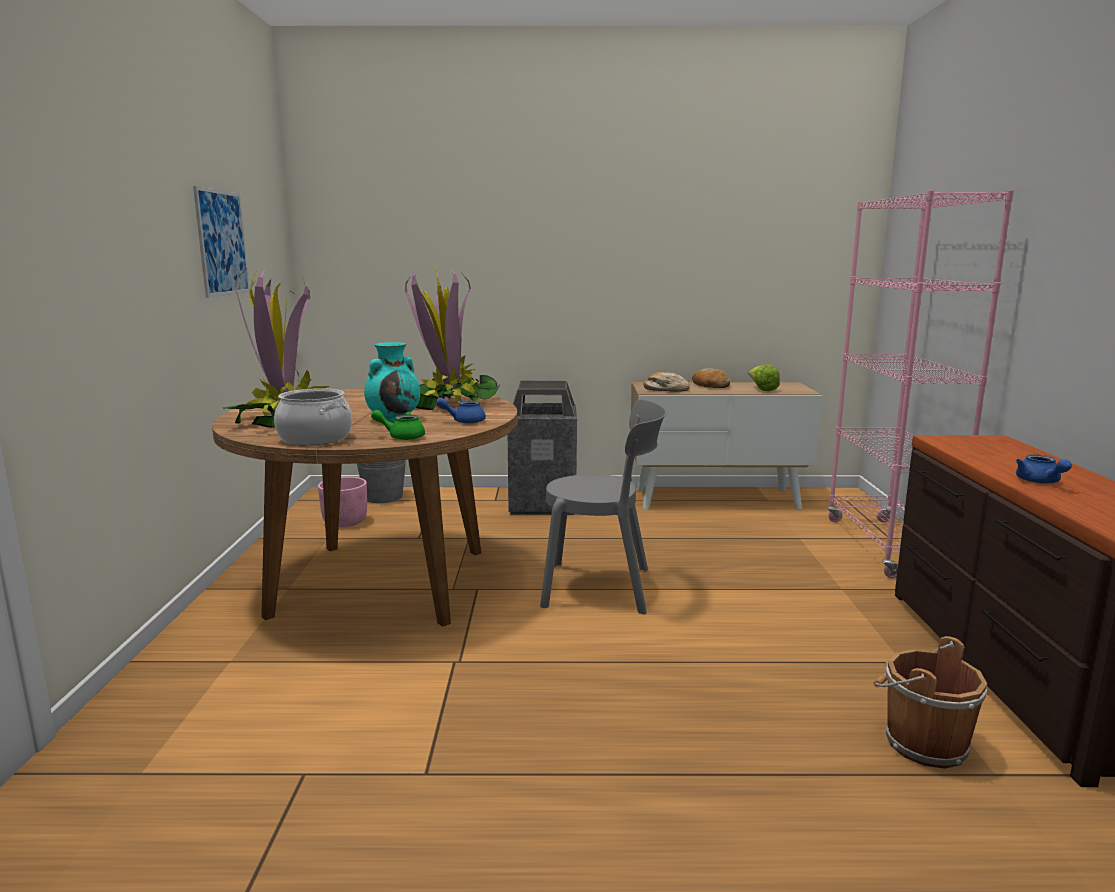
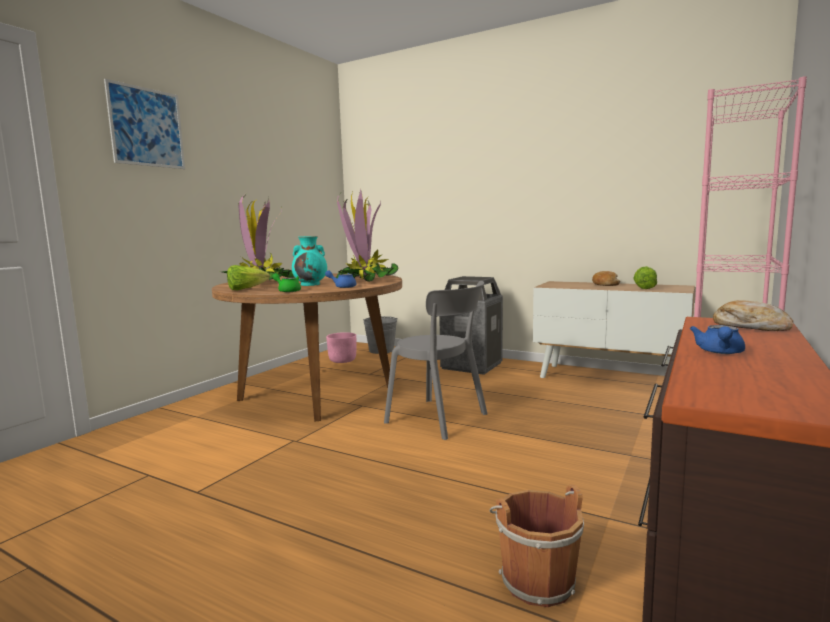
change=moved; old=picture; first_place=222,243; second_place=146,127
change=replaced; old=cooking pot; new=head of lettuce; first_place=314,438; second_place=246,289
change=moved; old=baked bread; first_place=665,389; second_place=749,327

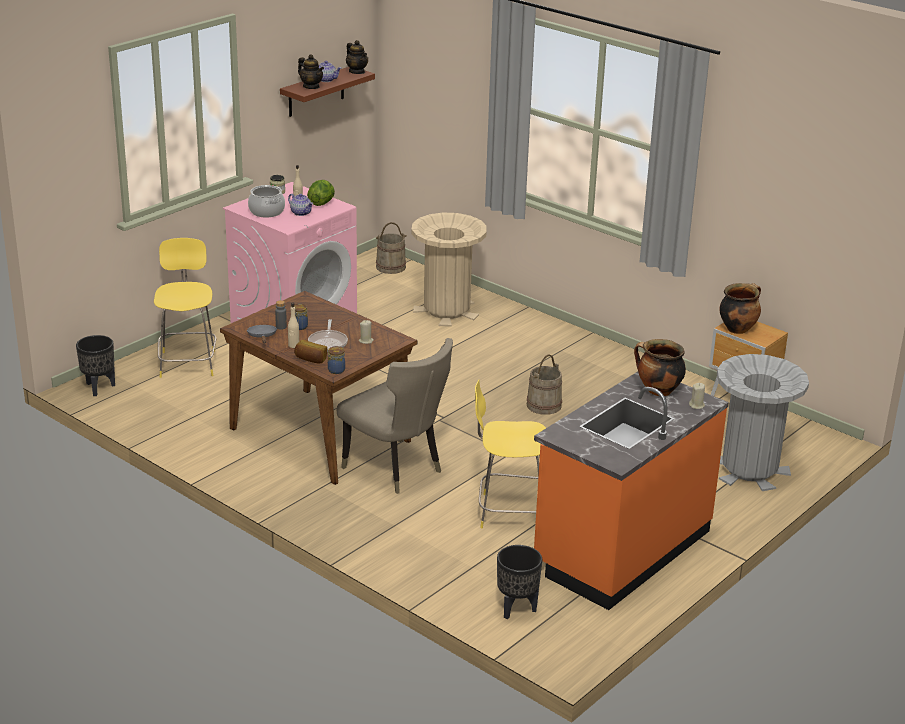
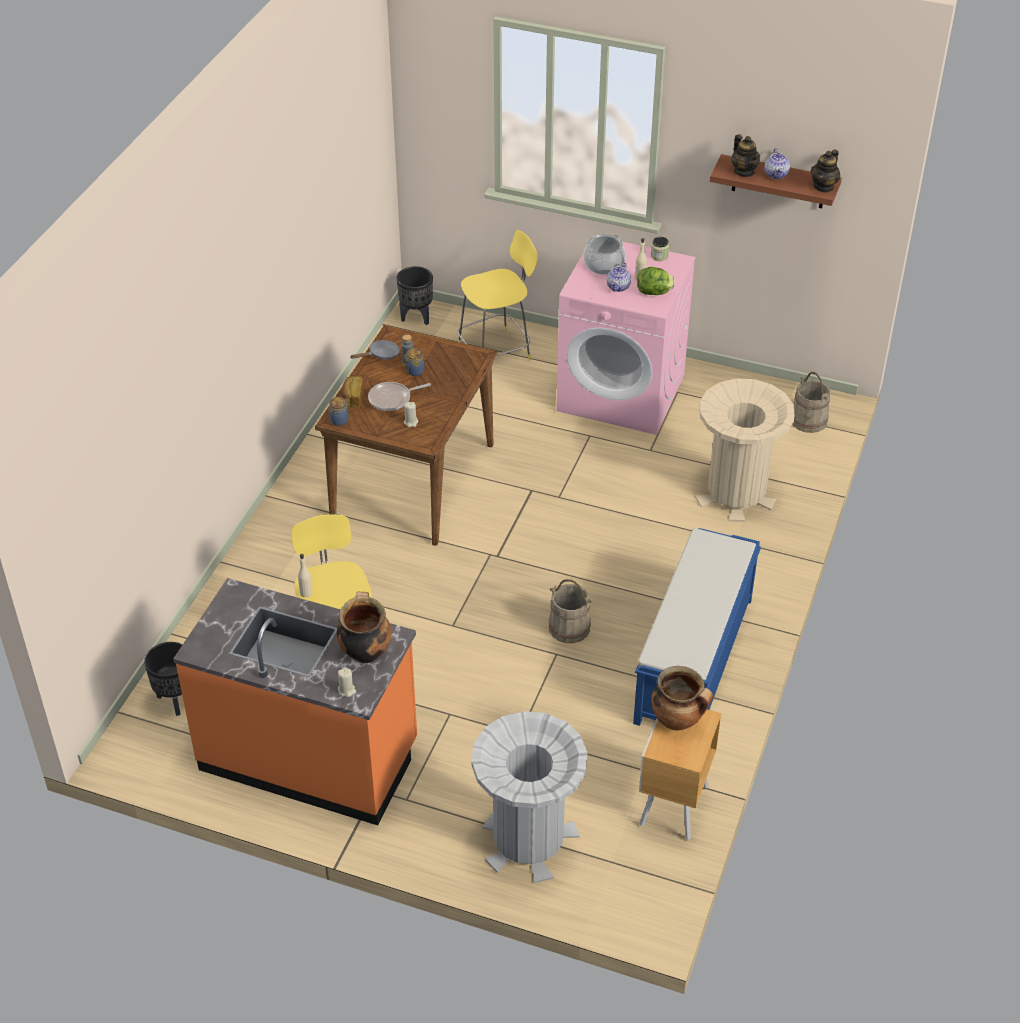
change=moved; old=sand-coloured beverage bottle; first_place=293,345; second_place=306,593
change=added; new=bluish long seat; second_place=693,661
change=turned; old=tea pot; first_place=311,87; second_place=744,171; degrees=-45
change=removed; old=sand-coloured upright chair; first_place=397,469

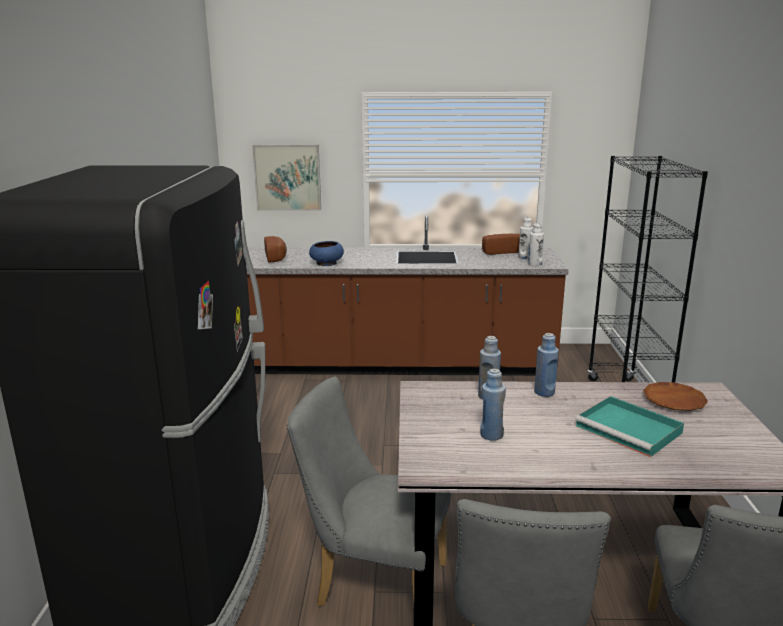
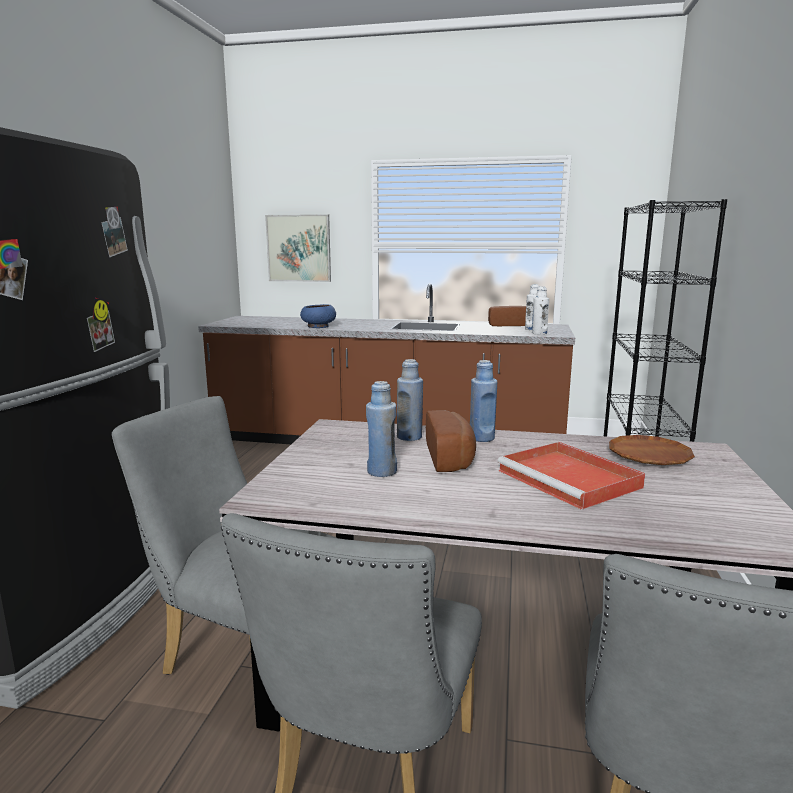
change=moved; old=baked bread; first_place=276,257; second_place=451,457
change=recoloured; old=turquoise serving tray; new=reddish serving tray; first_place=630,430; second_place=571,479

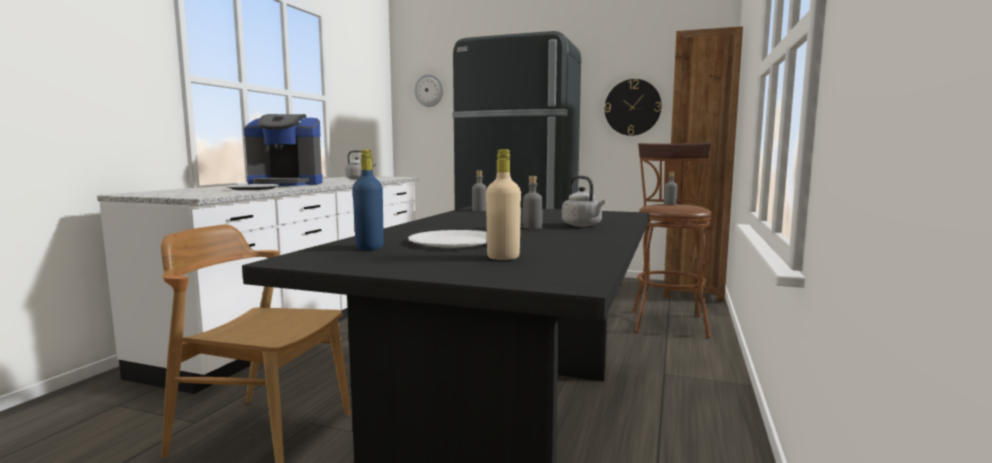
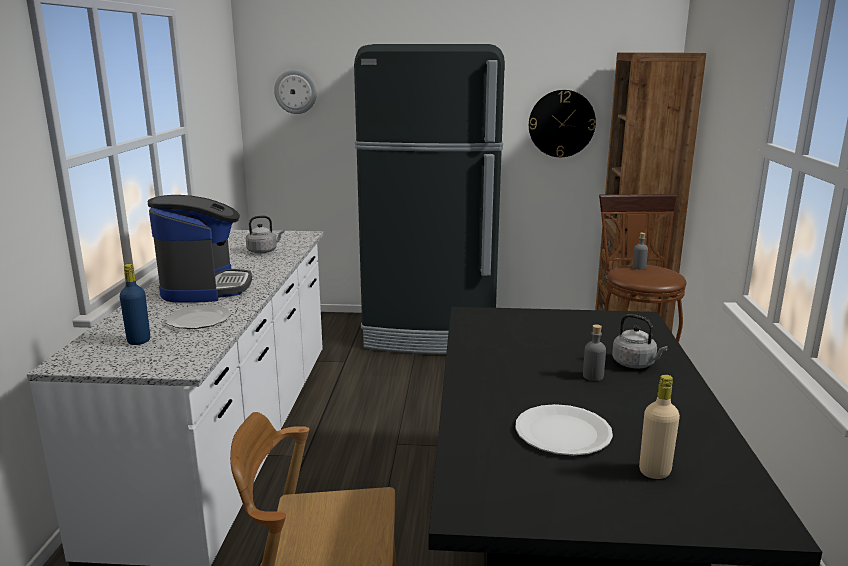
change=moved; old=bluish beverage bottle; first_place=369,248; second_place=139,341
change=turned; old=coffee brewer; first_place=286,184; second_place=205,288; degrees=-75
change=removed; old=gray beverage bottle; first_place=479,210

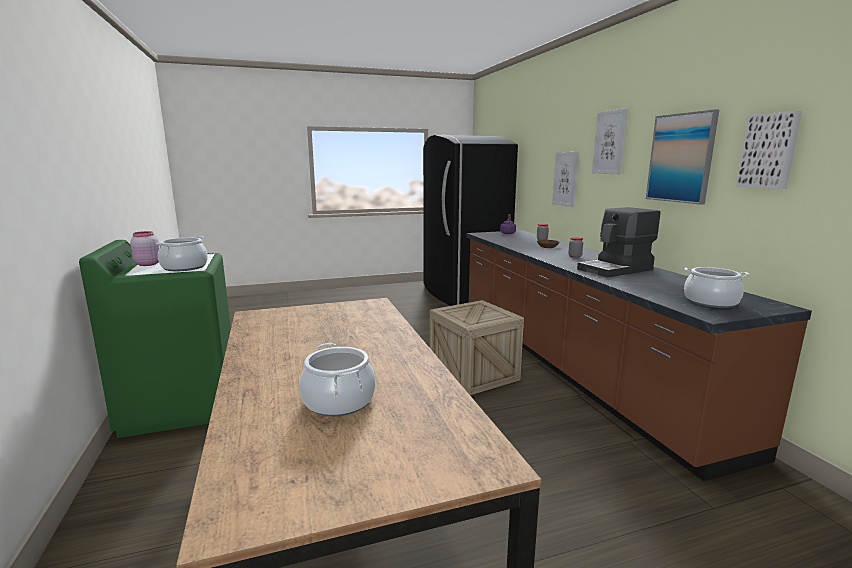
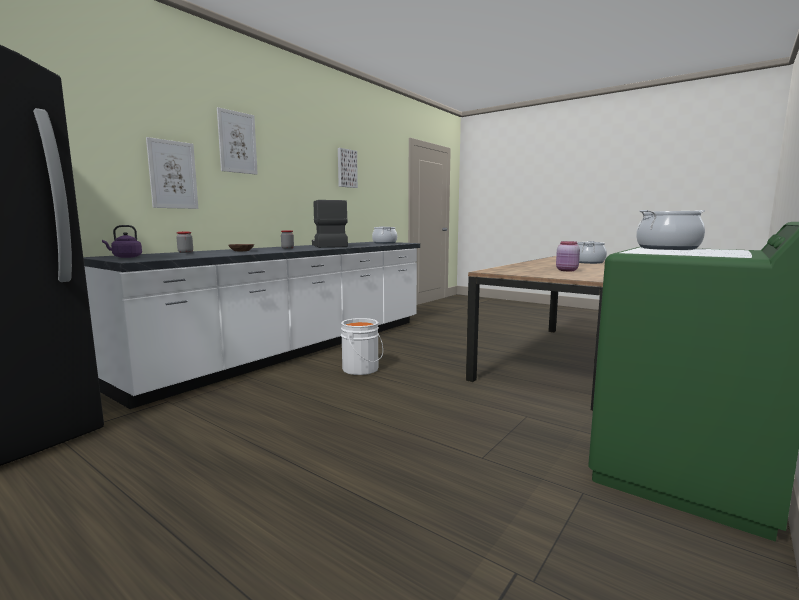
change=recoloured; old=brownish kitchen base unit; new=white kitchen base unit; first_place=570,364; second_place=296,349
change=turned; old=coffee brewer; first_place=616,269; second_place=328,246; degrees=-135
change=replaced; old=shipping crate; new=white pail; first_place=473,374; second_place=362,369
change=moved; old=pinkish preserve jar; first_place=147,264; second_place=567,270
change=removed; old=picture; first_place=681,158

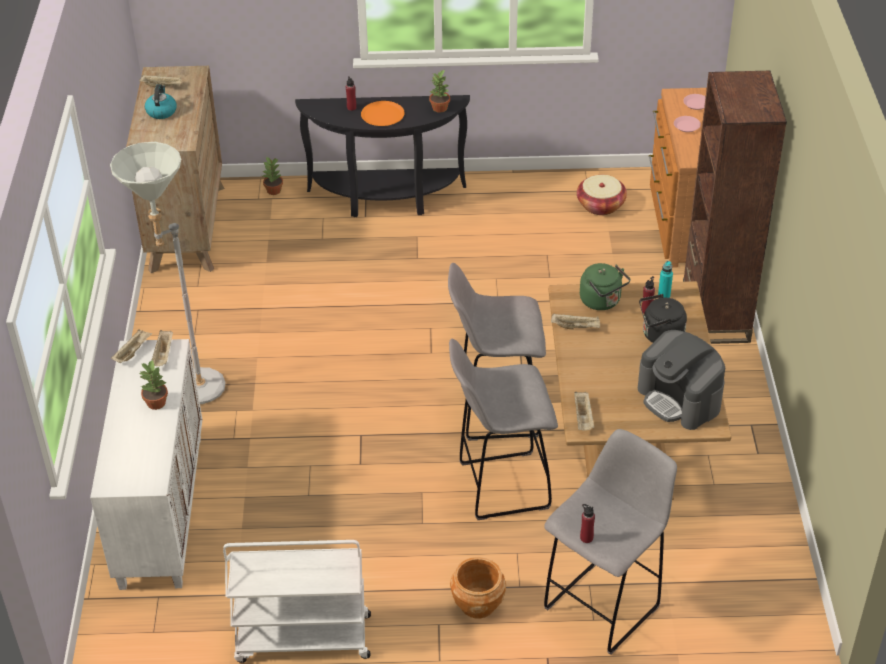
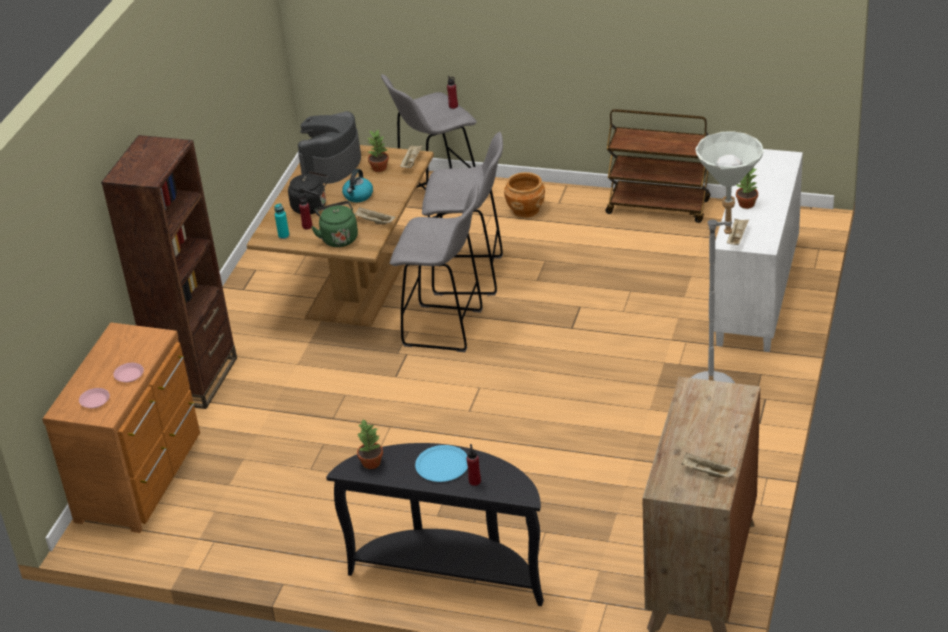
change=turned; old=coffee brewer; first_place=679,399; second_place=331,165; degrees=-135
change=moved; old=kettle; first_place=161,111; second_place=358,196
change=moved; old=plant in a pot; first_place=274,191; second_place=379,167
change=recoloured; old=orangey plate; new=bluish plate; first_place=382,114; second_place=442,465
change=recoloured; old=white cart; new=brownish cart; first_place=302,639; second_place=659,207
change=removed; old=sand-coloured serving tray; first_place=133,352
change=removed; old=basket; first_place=600,205

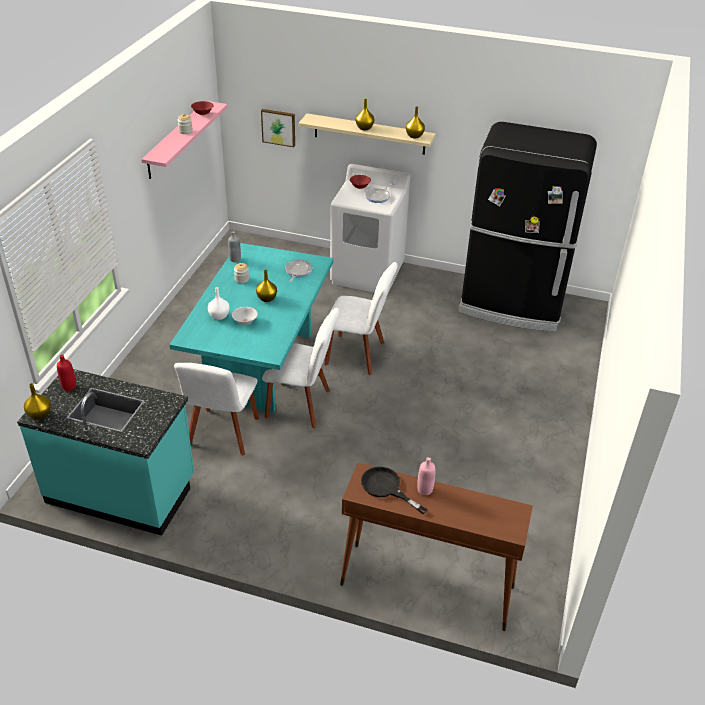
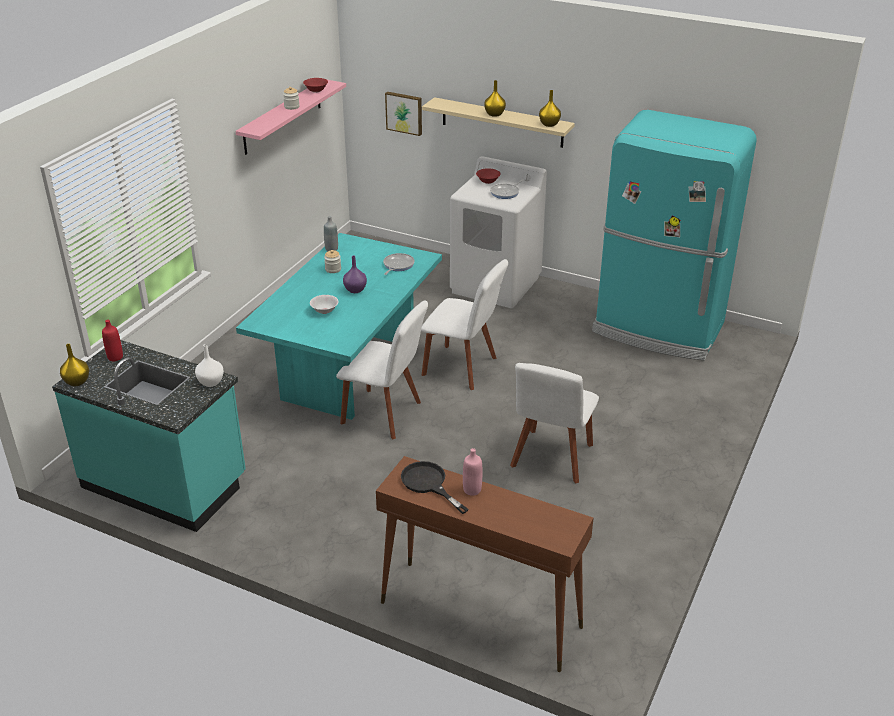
change=moved; old=white decorative vase; first_place=219,316; second_place=211,382
change=recoloured; old=yellowish decorative vase; new=purple decorative vase; first_place=267,298; second_place=355,290
change=moved; old=white upright chair; first_place=222,434; second_place=551,458
change=recoloured; old=black-coloured kitchen fridge; new=turquoise kitchen fridge; first_place=512,305; second_place=658,329

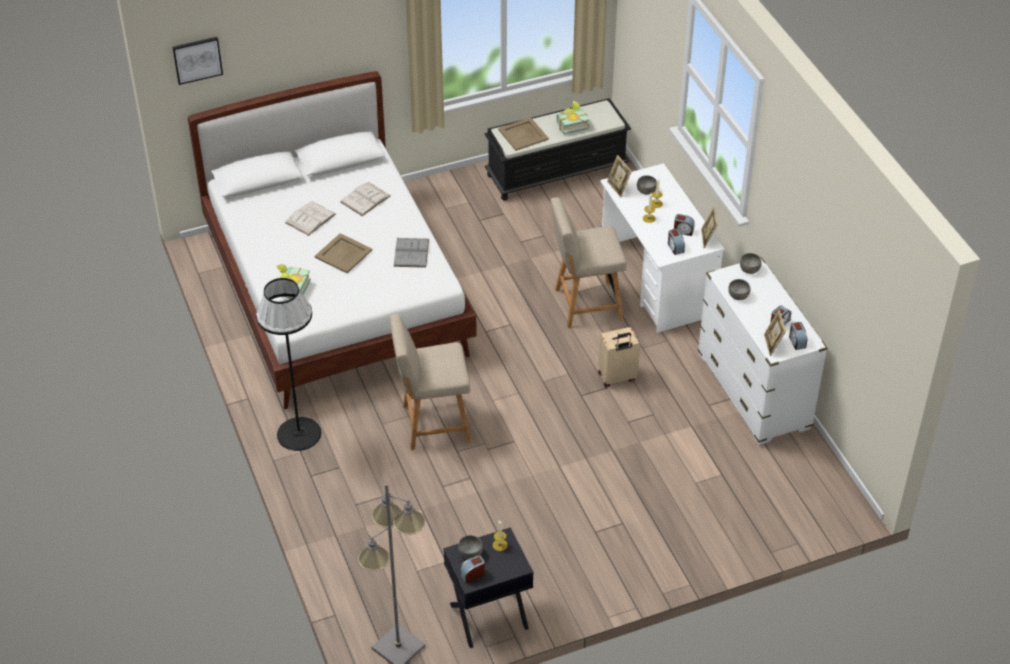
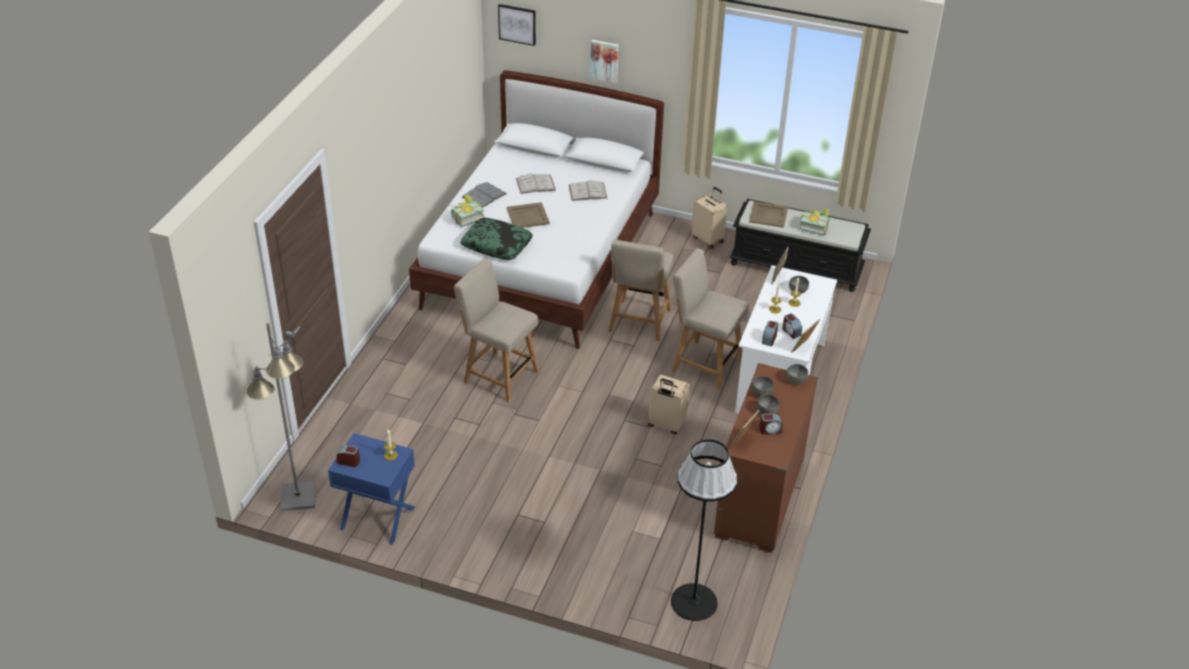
change=recoloured; old=black-coloured night table; new=bluish night table; first_place=489,616; second_place=377,518
change=added; new=throw pillow; second_place=497,245
change=moved; old=gray volume; first_place=411,252; second_place=484,195
change=added; new=picture; second_place=604,60
change=added; new=sand-coloured upright chair; second_place=639,322
change=moved; old=black-coloured standard lamp; first_place=298,434; second_place=693,602
change=added; new=sand-coloured suitcase; second_place=708,239
change=recoloured; old=white dresser; new=brownish dresser; first_place=753,392; second_place=759,498
change=moved; old=gray serving bowl; first_place=470,553; second_place=767,411
change=removed; old=bedside clock; first_place=796,342

